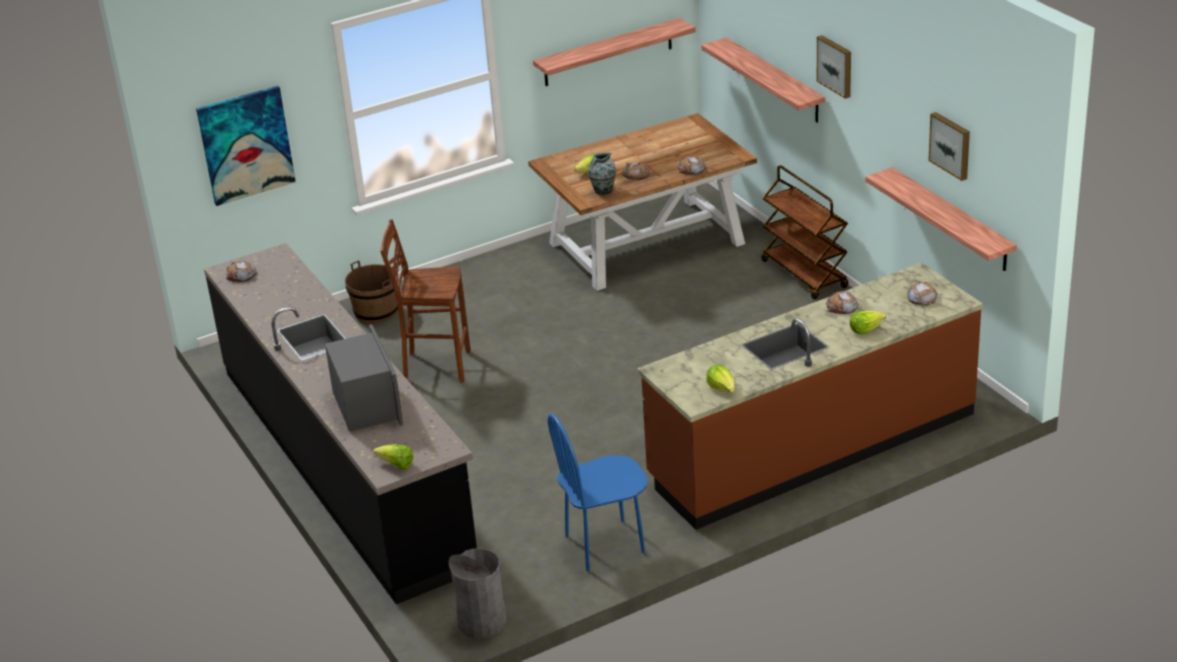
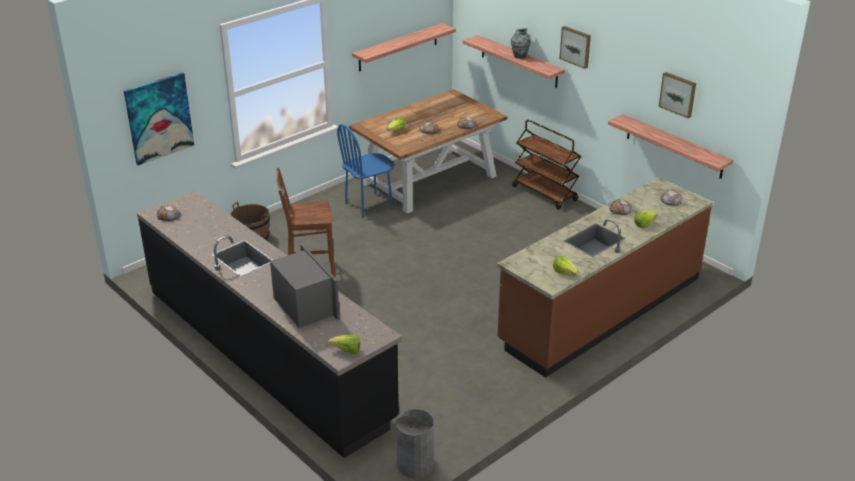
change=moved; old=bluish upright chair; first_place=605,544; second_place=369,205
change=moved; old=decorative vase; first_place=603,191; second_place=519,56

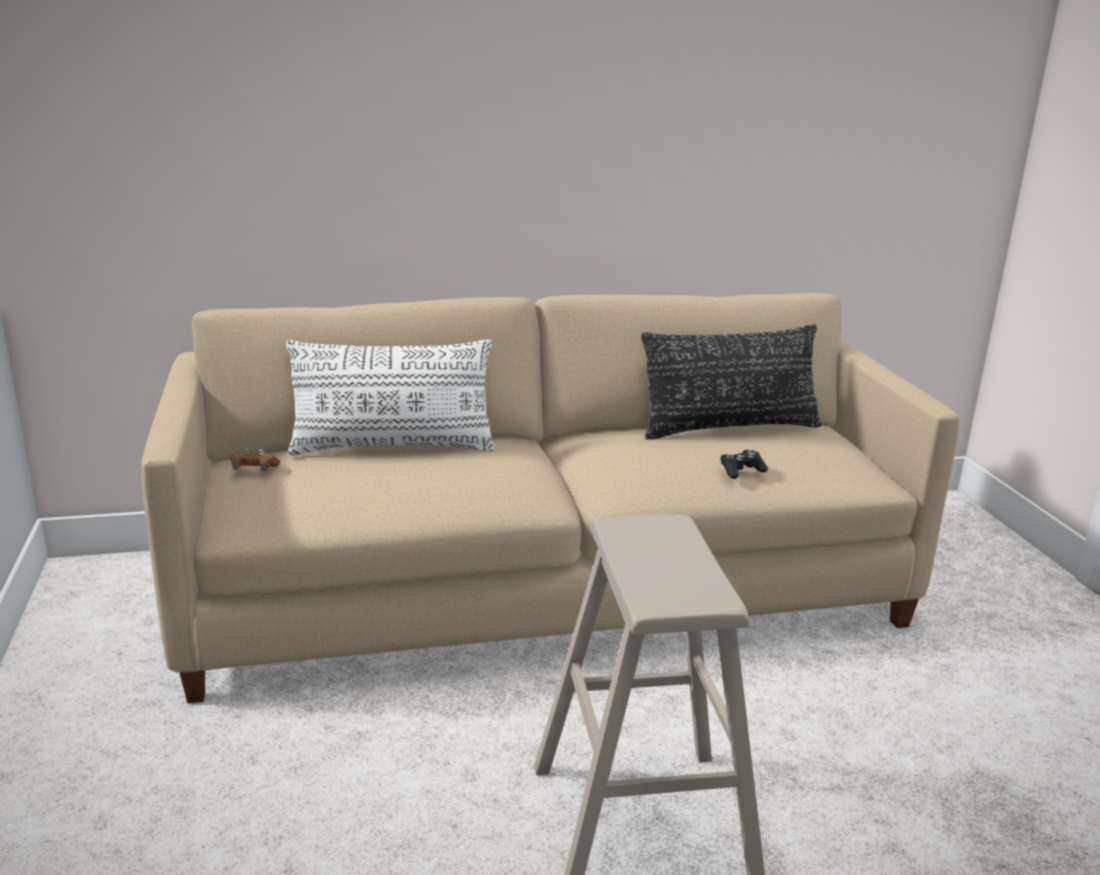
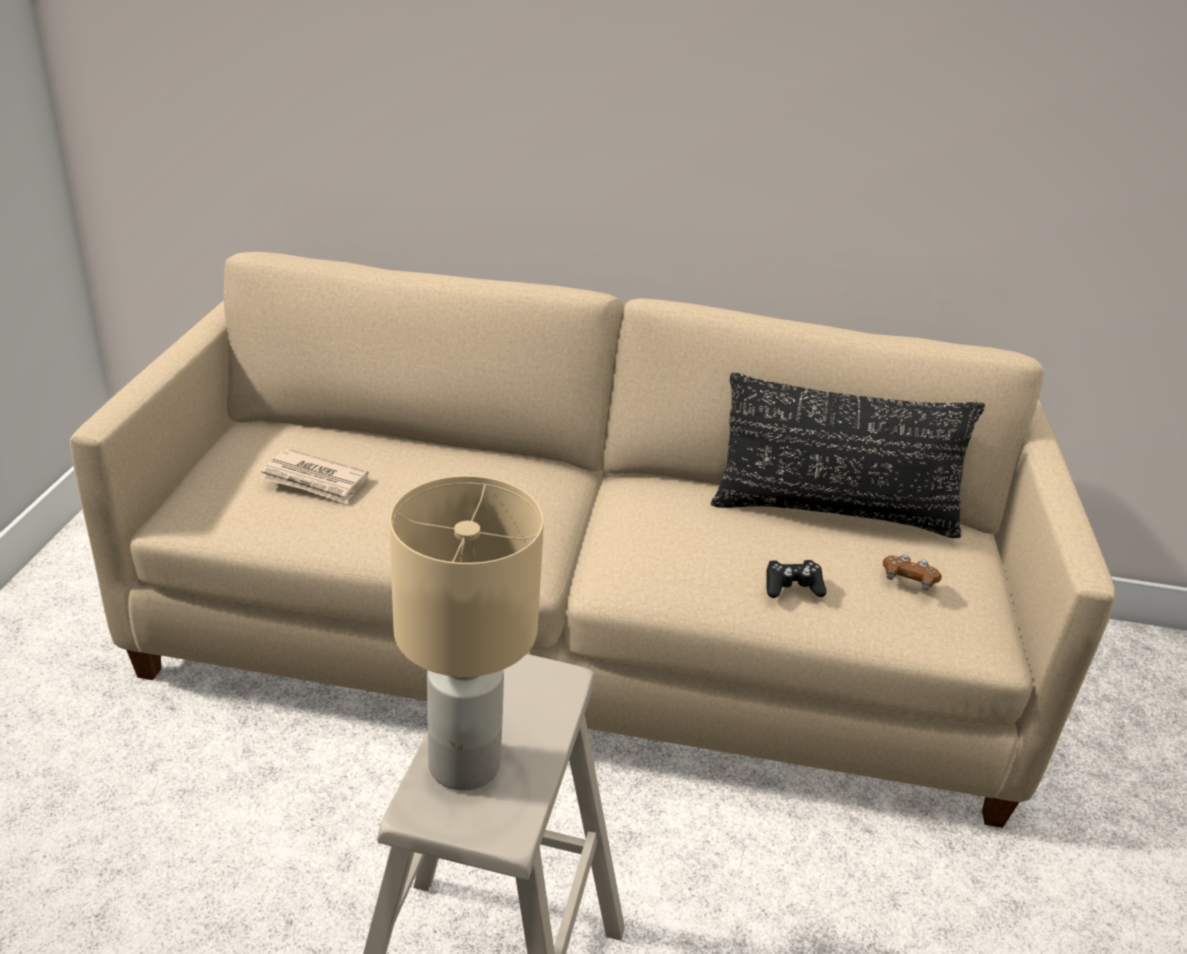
change=added; new=daily paper; second_place=315,480
change=added; new=sand-coloured tabletop lamp; second_place=465,766
change=moved; old=brownish game controller; first_place=254,469; second_place=908,580
change=removed; old=white throw pillow; first_place=393,447

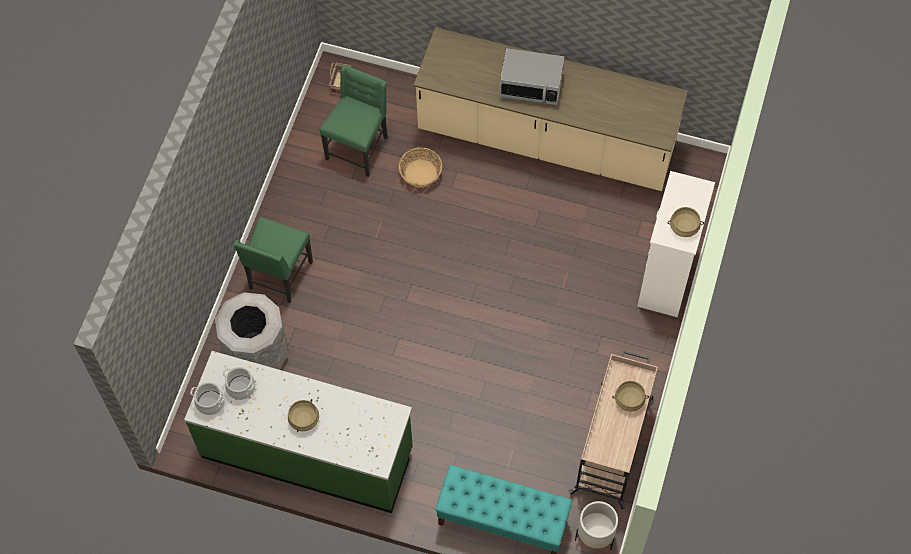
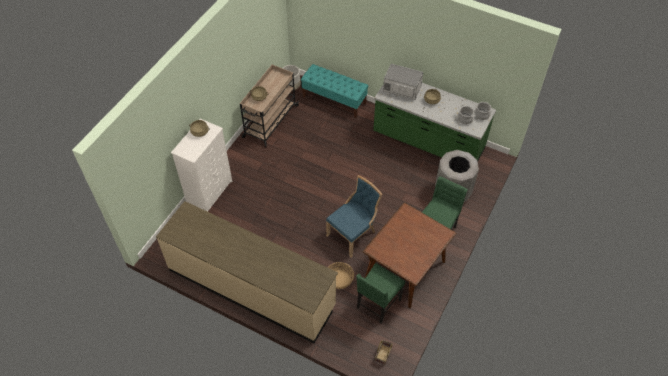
change=added; new=bluish upright chair; second_place=353,234
change=added; new=brownish kitchen table; second_place=405,270
change=moved; old=microwave; first_place=531,86; second_place=401,89

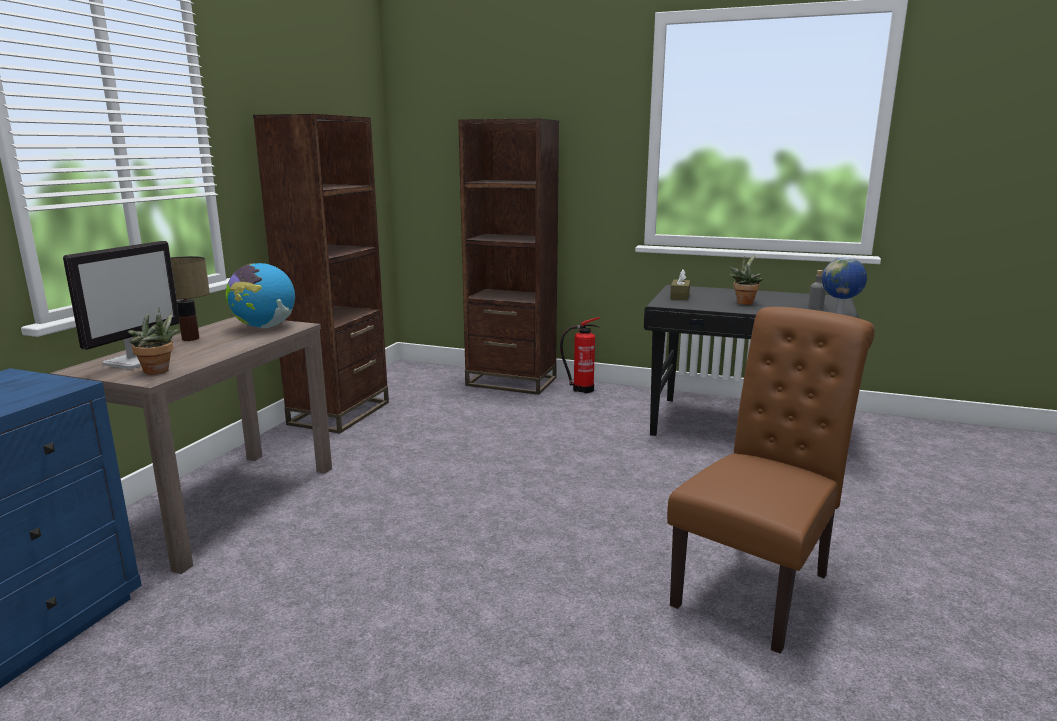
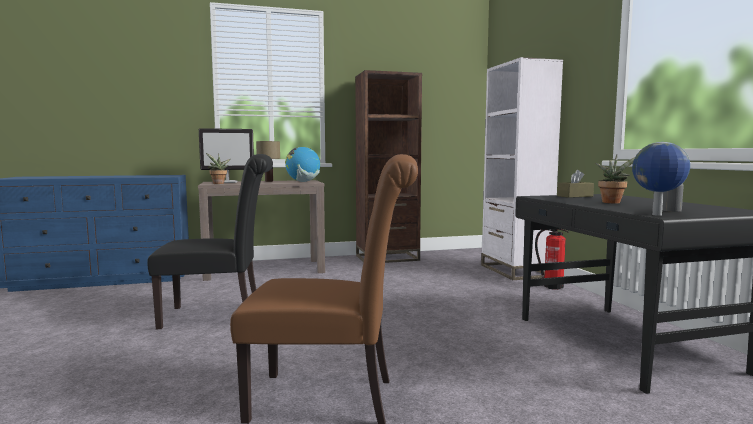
change=added; new=black-coloured upright chair; second_place=219,315
change=recoloured; old=brownish bookcase; new=white bookcase; first_place=511,382; second_place=515,271

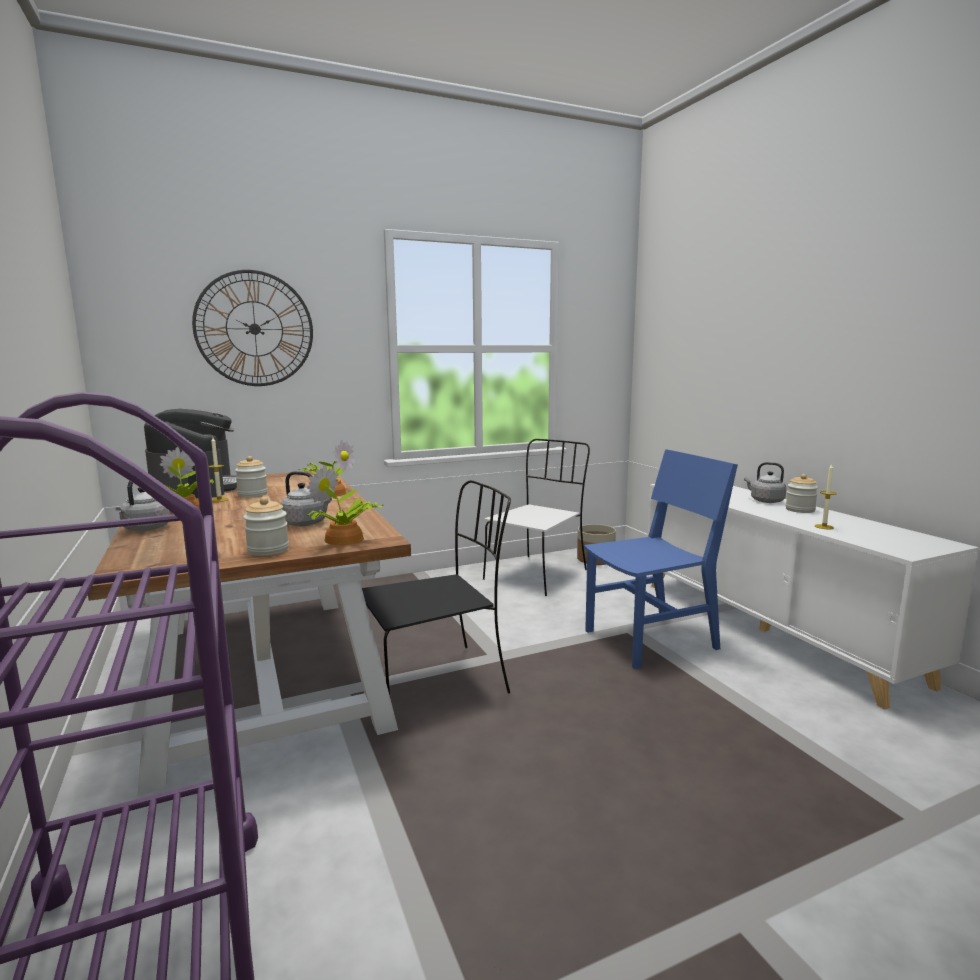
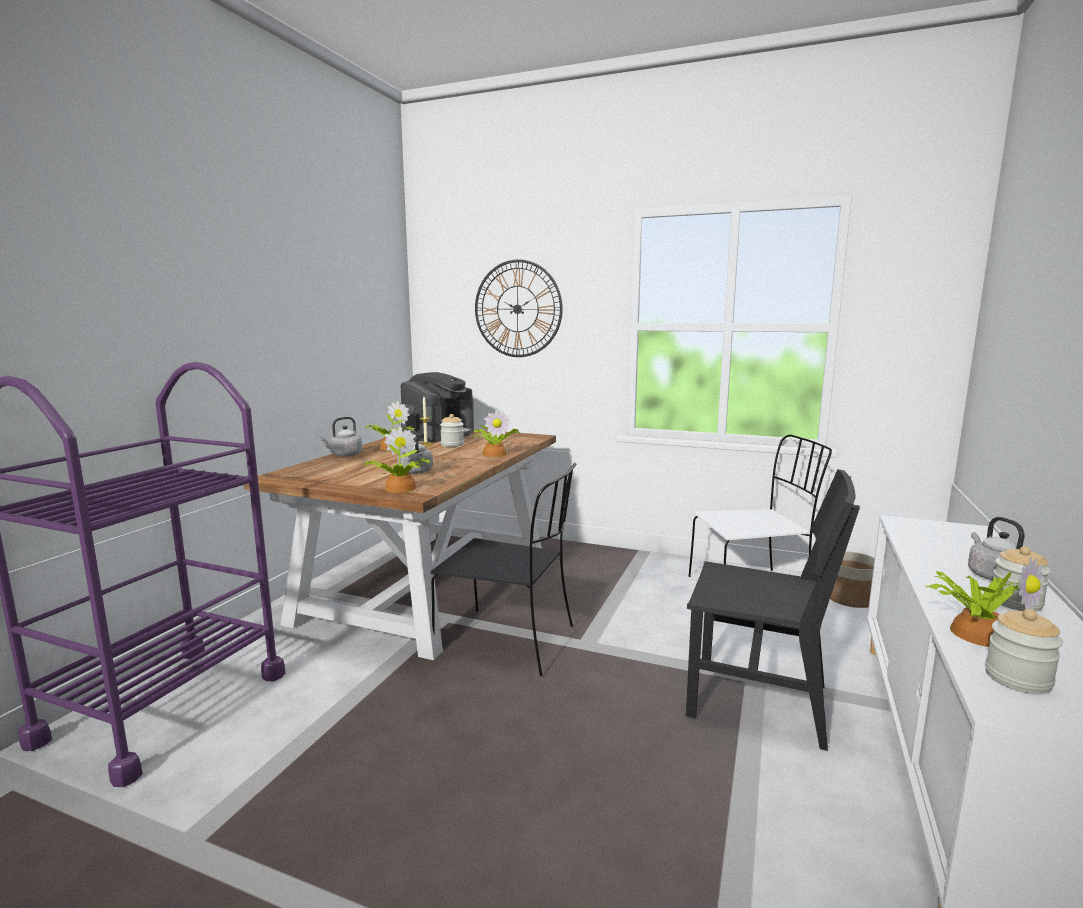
change=recoloured; old=bluish upright chair; new=black-coloured upright chair; first_place=651,639; second_place=758,700
change=replaced; old=wax light; new=plant in a pot; first_place=824,527; second_place=977,632
change=moved; old=preserve jar; first_place=268,550; second_place=1017,679

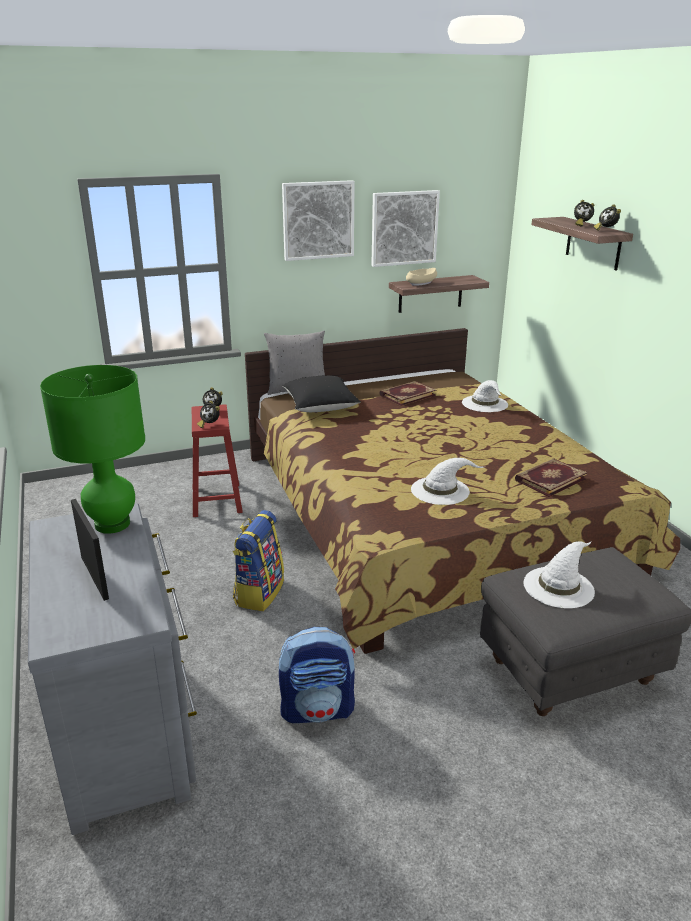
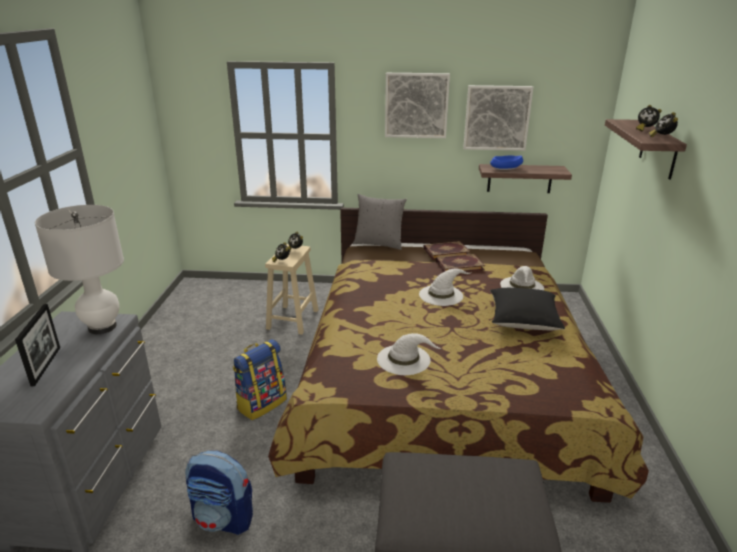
change=recoloured; old=green-coloured tabletop lamp; new=white tabletop lamp; first_place=112,524; second_place=102,327
change=recoloured; old=reddish stool seat; new=sand-coloured stool seat; first_place=217,500; second_place=292,320
change=moved; old=white hat; first_place=559,586; second_place=441,295
change=moved; old=volume; first_place=549,479; second_place=446,252
change=recoloured; old=sand-coloured serving bowl; new=bluish serving bowl; first_place=421,283; second_place=506,168
change=moved; old=black-coloured throw pillow; first_place=320,407; second_place=523,321

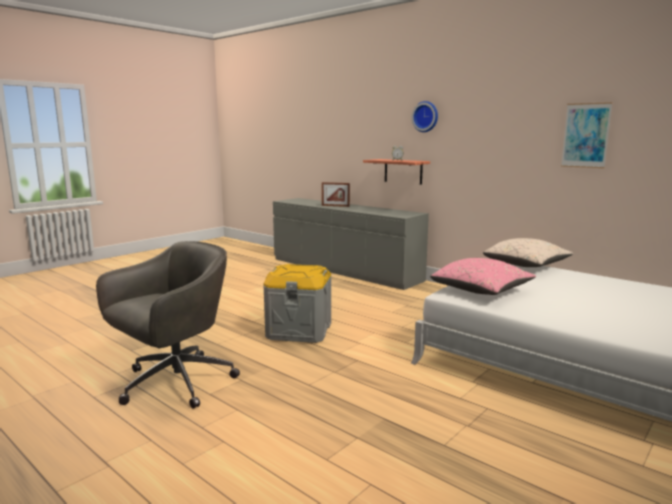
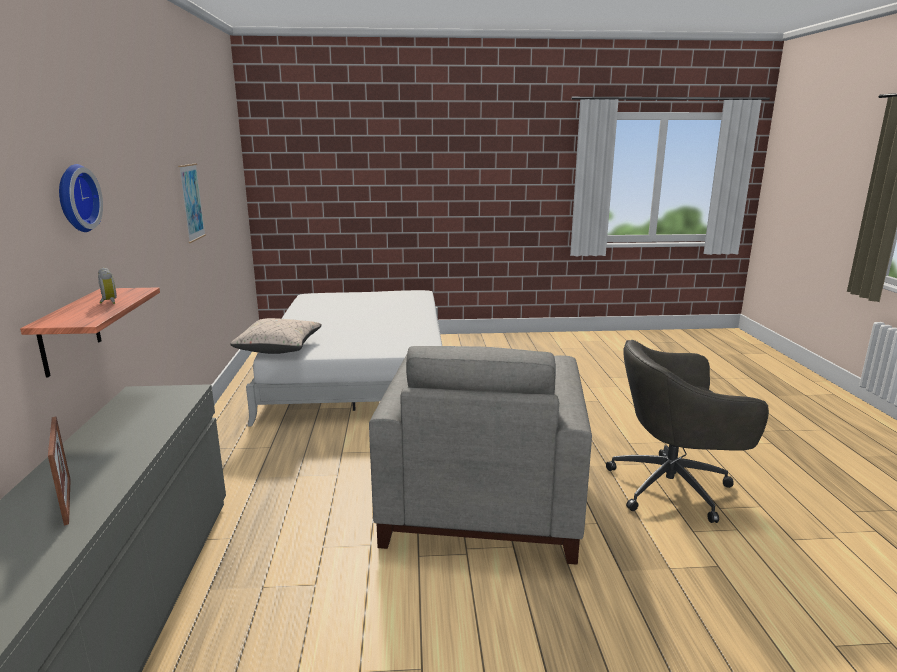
change=replaced; old=gray storage bin; new=gray armchair; first_place=299,331; second_place=481,497
change=removed; old=pinkish throw pillow; first_place=481,291

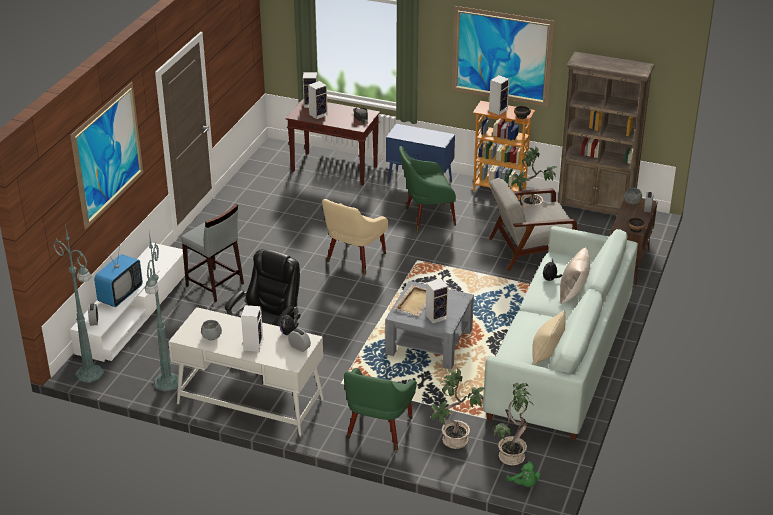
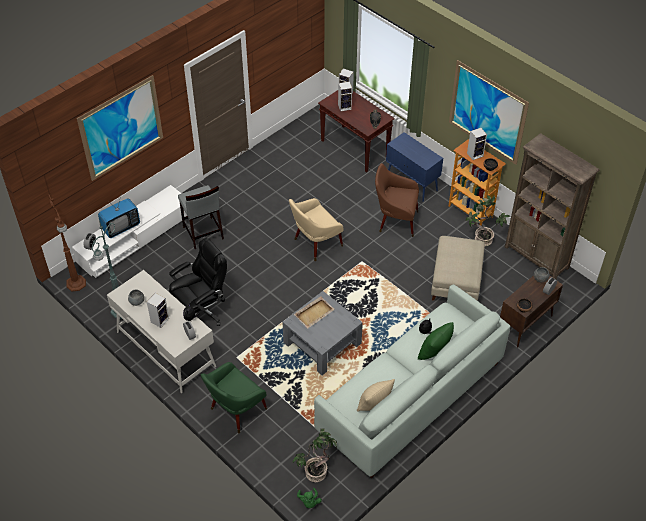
change=recoloured; old=green-coloured standard lamp; new=brownish standard lamp; first_place=90,374; second_place=76,284
change=recoloured; old=green-coloured armchair; new=brownish armchair; first_place=426,217; second_place=395,220
change=recoloured; old=sand-coloured throw pillow; new=green-coloured throw pillow; first_place=573,292; second_place=435,352
change=replaced; old=gray armchair; new=sand-coloured ottoman; first_place=530,249; second_place=455,281
change=removed; old=audio speaker; first_place=436,316
change=removed; old=plant in a pot; first_place=455,441

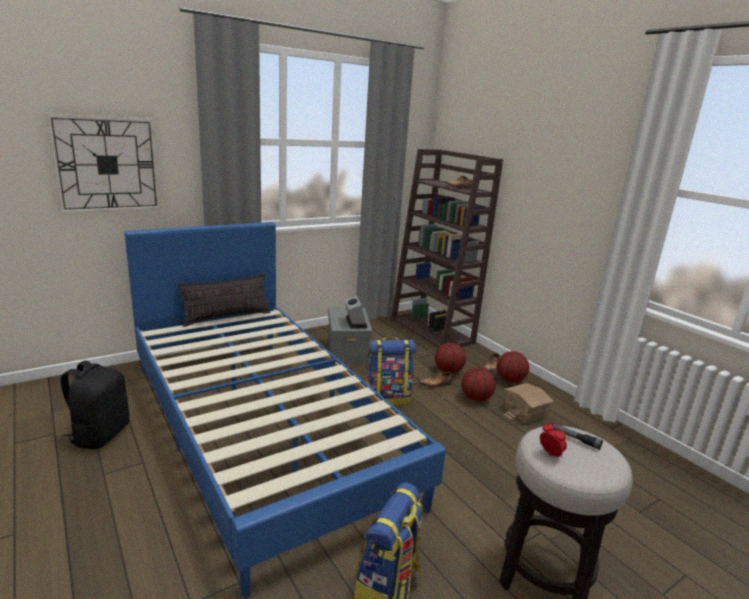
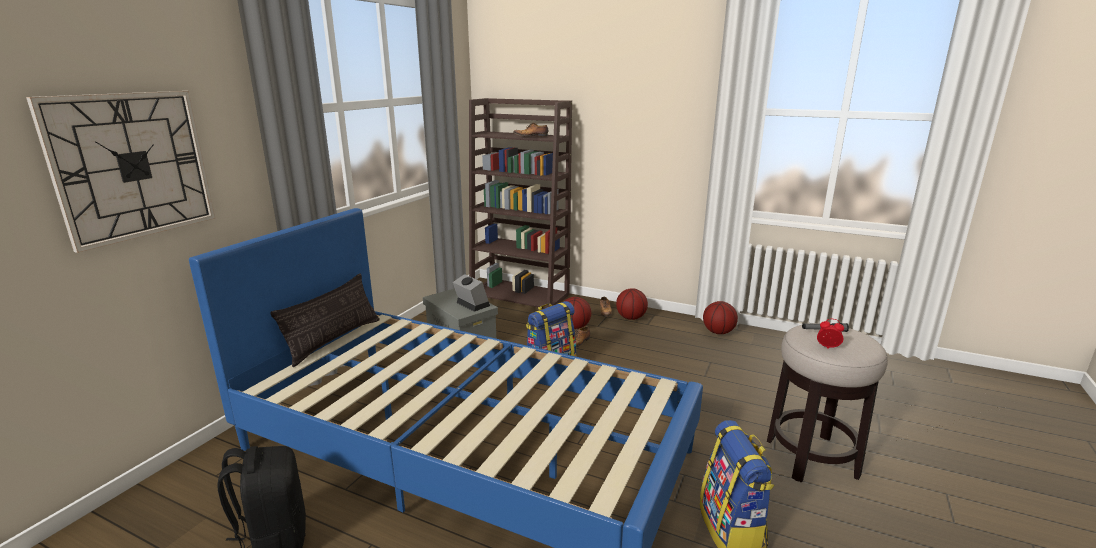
change=moved; old=ball for basketball; first_place=476,398; second_place=718,332
change=removed; old=model house; first_place=526,413

